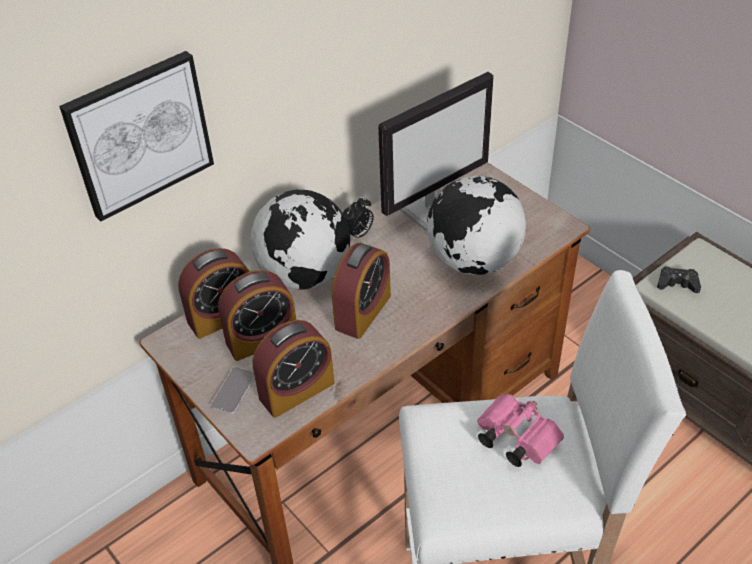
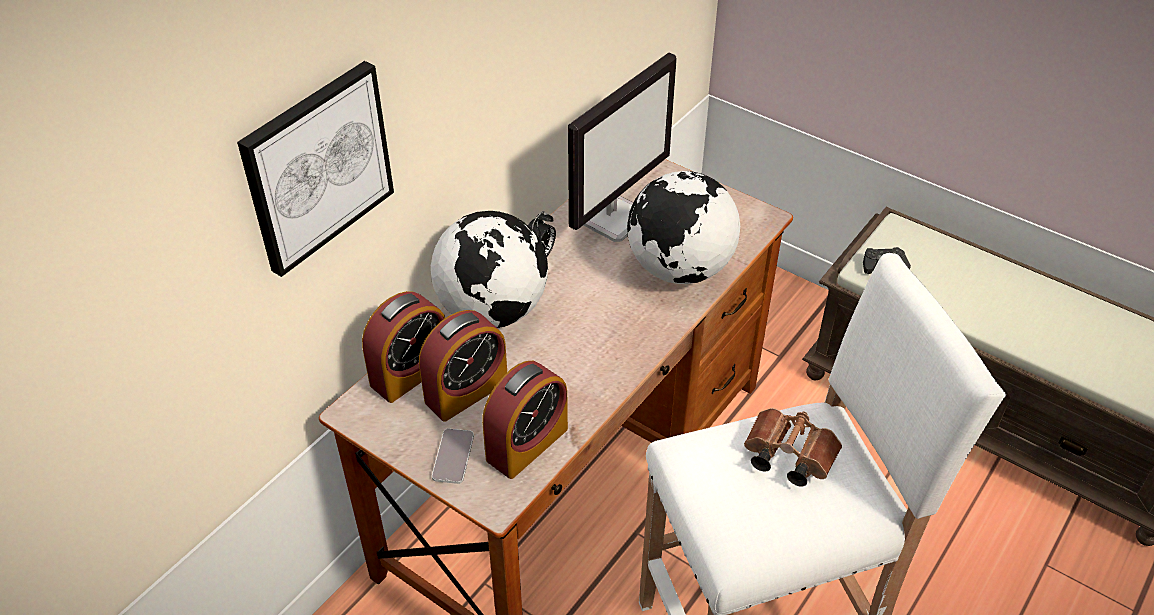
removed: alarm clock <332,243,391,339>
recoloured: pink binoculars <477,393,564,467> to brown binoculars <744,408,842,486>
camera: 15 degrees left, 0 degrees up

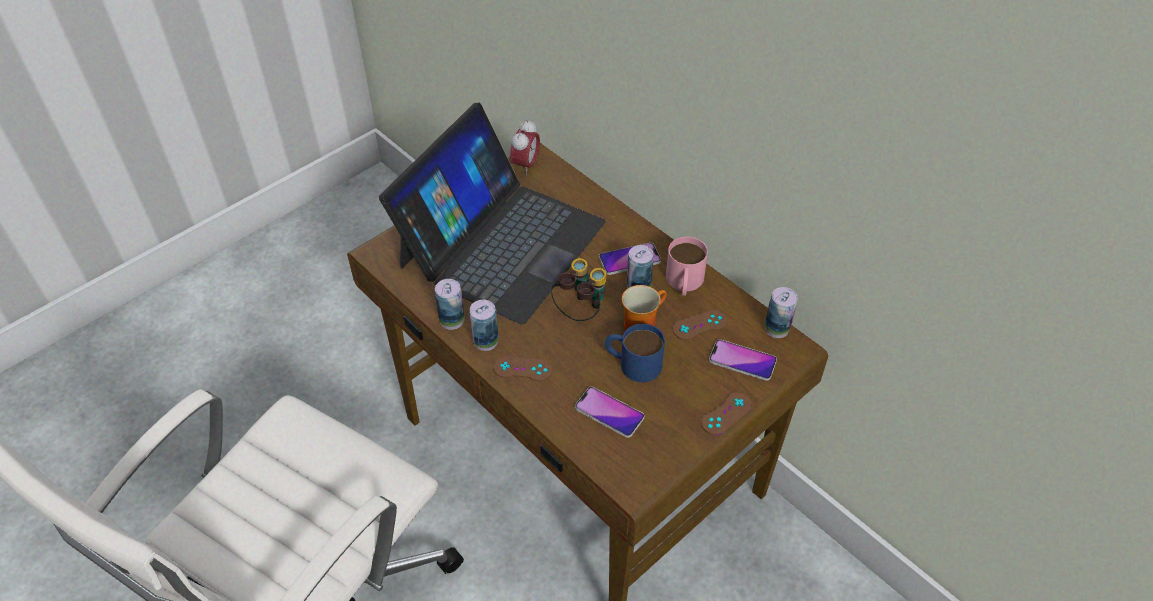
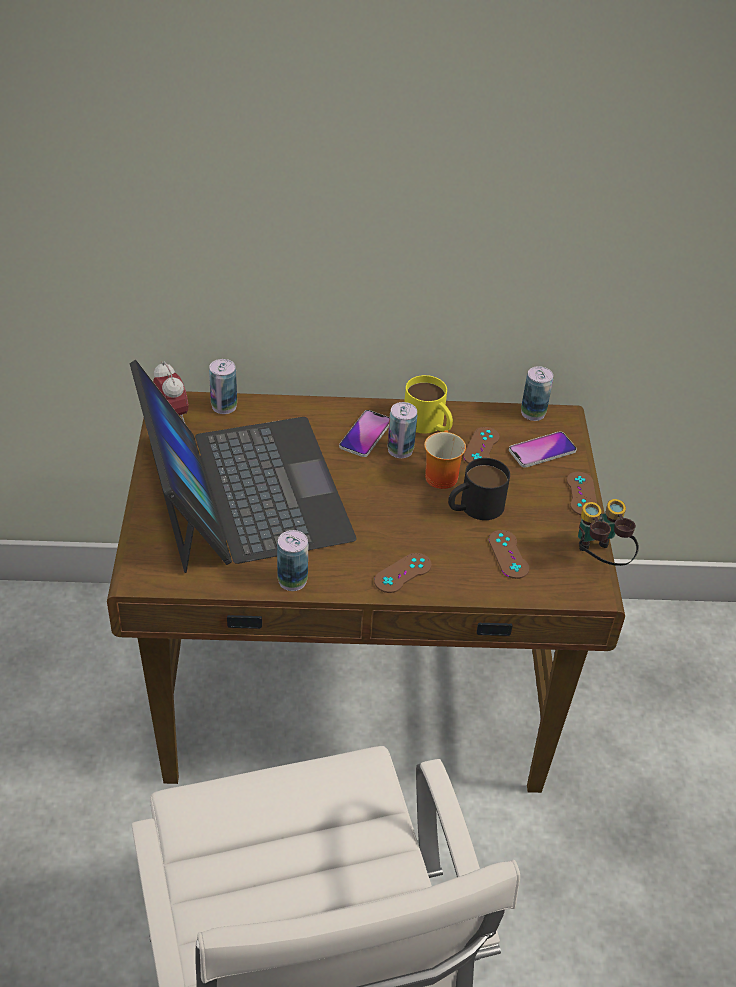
moved: can <469,300,499,351> to <209,359,237,414>; binoculars <551,258,607,321> to <578,499,639,566>
replaced: phone <575,387,644,438> to brown game controller <489,530,529,579>
recoloured: pink mug <666,237,708,296> to yellow mug <404,375,453,433>; blue mug <605,324,665,382> to black mug <448,458,510,520>
camera: 50 degrees left, 5 degrees down

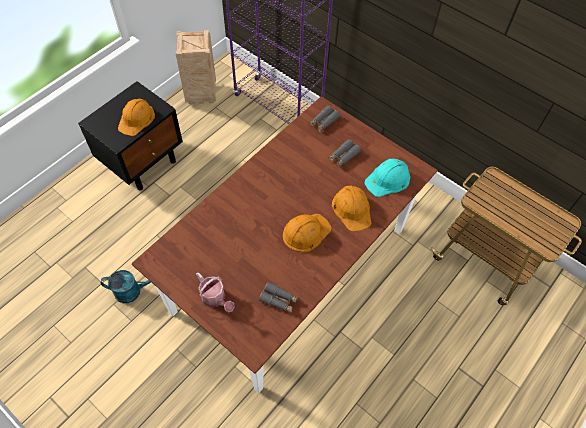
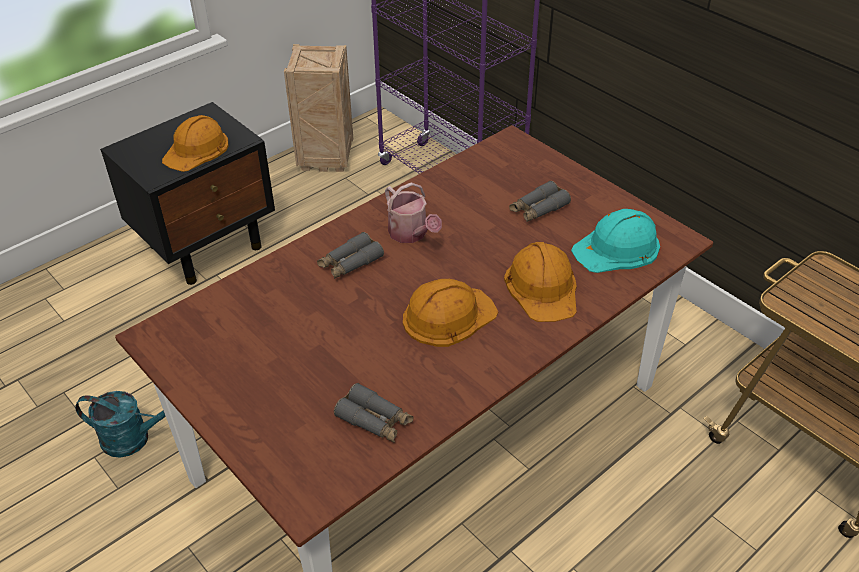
moved: grey binoculars <309,105,340,132> to <317,232,384,279>; watering can <196,273,235,312> to <385,182,442,243>
camera: 10 degrees right, 15 degrees down

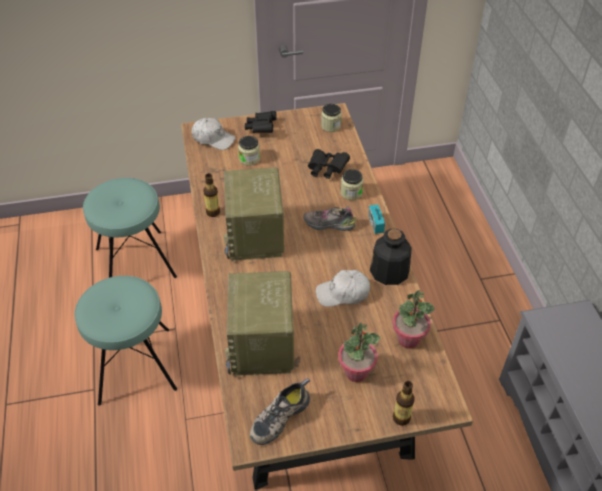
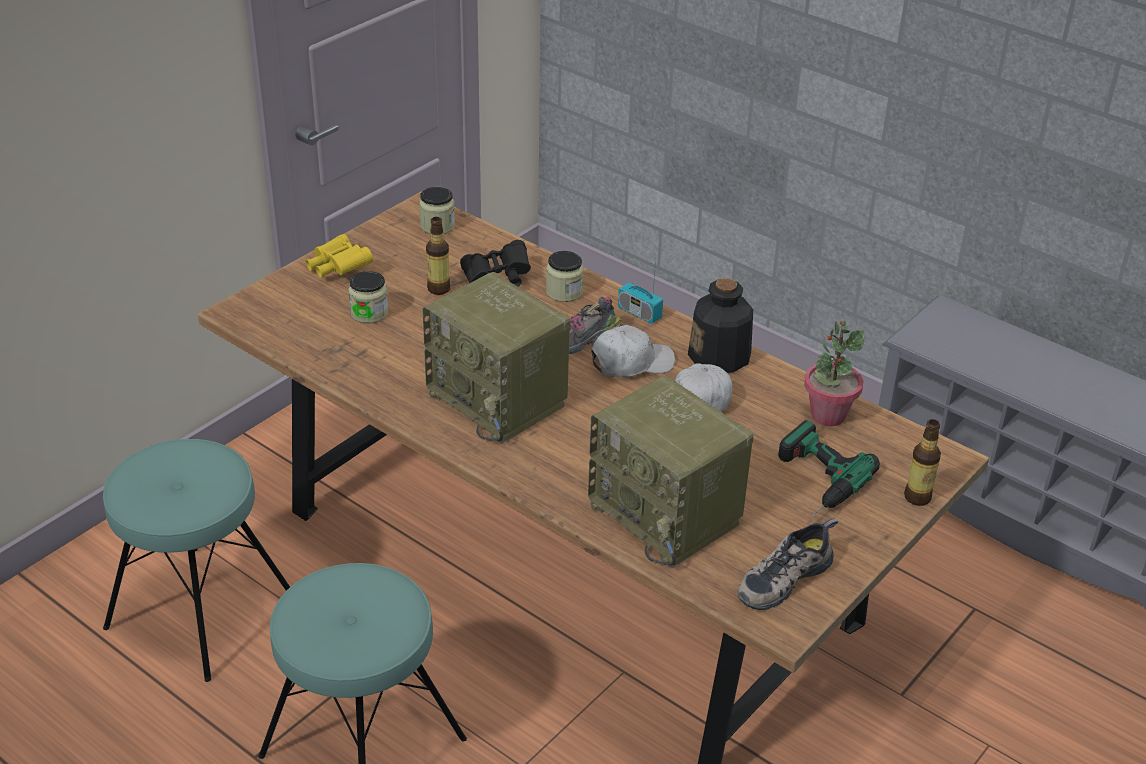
moved: bottle <203,173,220,217> to <426,217,450,295>; white cap <191,118,236,150> to <591,325,675,377>
replaced: potted plant <338,323,380,382> to power drill <778,420,880,517>
recoloured: black binoculars <245,111,277,133> to yellow binoculars <305,234,373,278>
turned: shoe <250,378,310,445> = <738,519,838,610> 45 degrees clockwise
camera: 40 degrees left, 10 degrees down

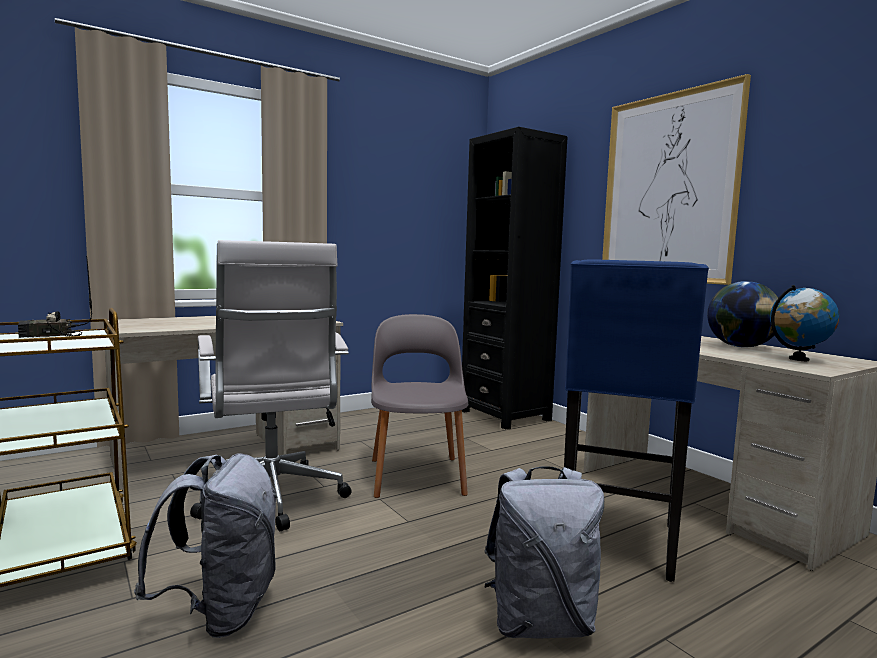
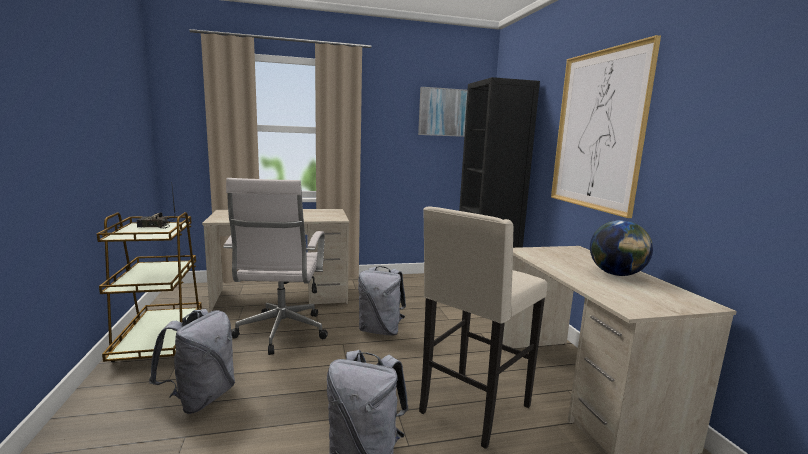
removed: globe <770,285,839,361>
added: picture <418,87,467,137>
replaced: grey chair <371,314,468,498> to grey backpack <358,266,406,336>
recoloured: blue stool <564,259,709,582> to beige stool <419,206,547,449>
camera: 20 degrees right, 5 degrees up

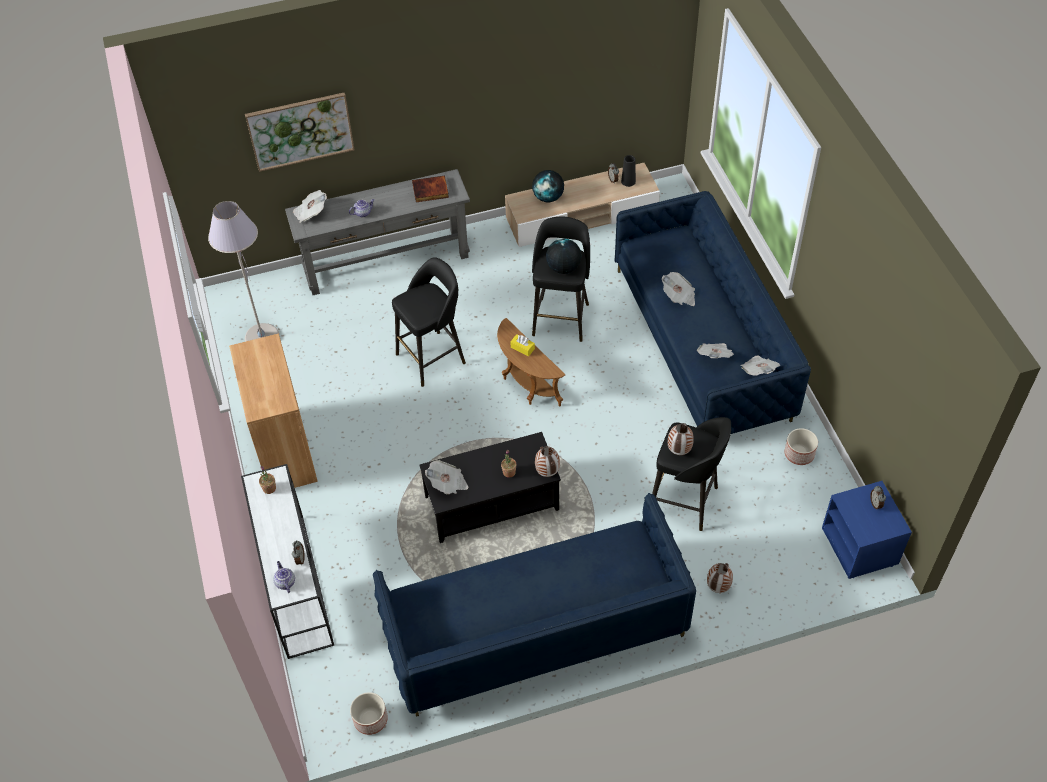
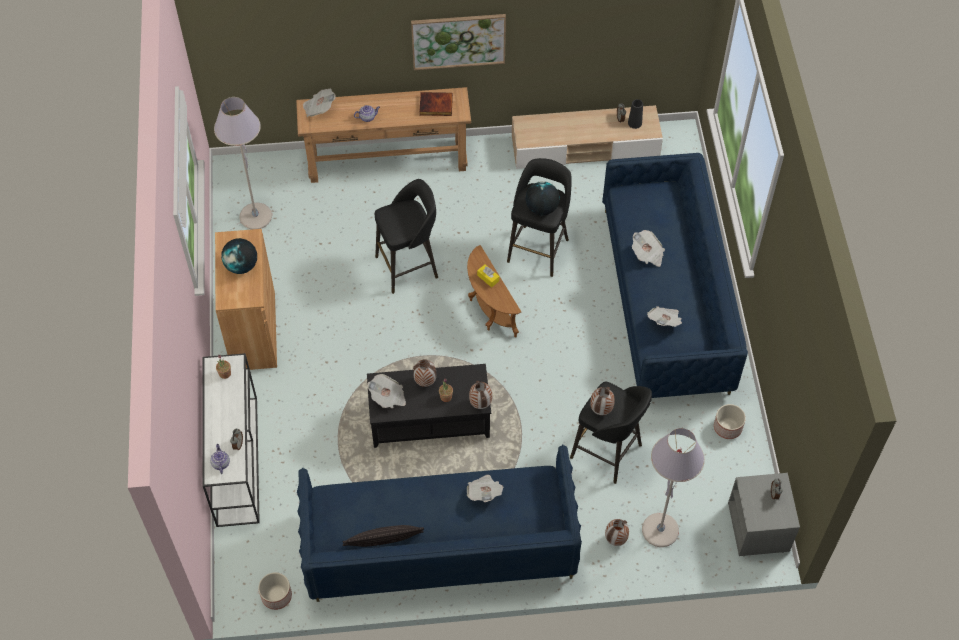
added: pillow <343,525,424,547>; vase <413,359,436,387>; grey floor lamp <642,428,705,547>
moved: globe <532,170,564,202> to <221,238,257,274>; picture <245,93,354,172> to <411,14,506,70>; newspaper <740,355,780,375> to <467,475,503,502>
recoloured: grey console table <285,169,470,295> to brown console table <296,87,471,183>; blue nightstand <822,481,912,579> to grey nightstand <728,473,800,556>
camera: 10 degrees right, 5 degrees up

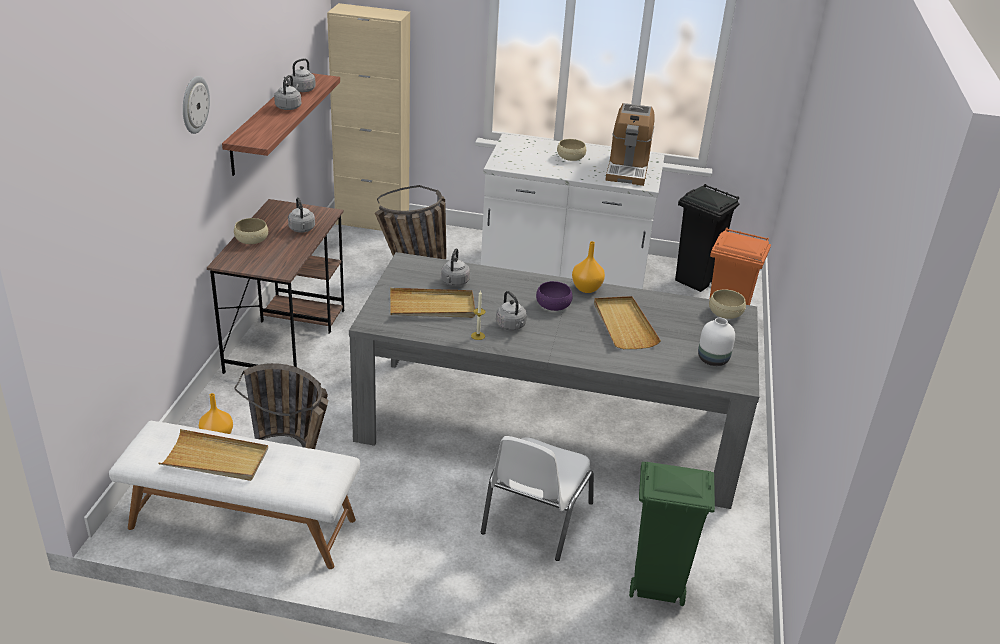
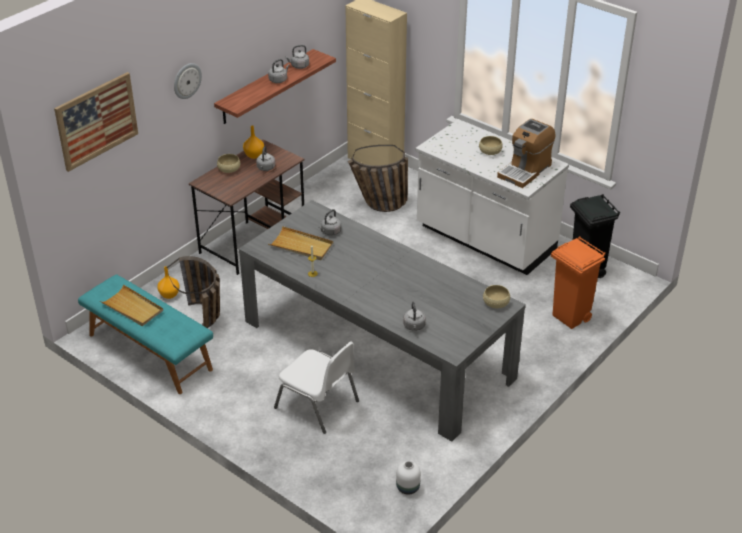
removed: purple bowl <536,281,573,311>; beige tray <594,296,661,349>; green trash can <629,462,715,606>
added: picture <54,72,138,172>
moved: orange vase <572,241,605,293> to <243,125,264,159>; white vase <698,318,735,366> to <396,461,421,495>; grey kettle <496,291,527,330> to <403,302,426,331>
recoloured: white bench <109,421,360,569> to turquoise bench <78,274,213,394>
turned: white chair <481,436,594,561> = <274,341,359,434> 105 degrees counterclockwise
camera: 30 degrees right, 5 degrees up

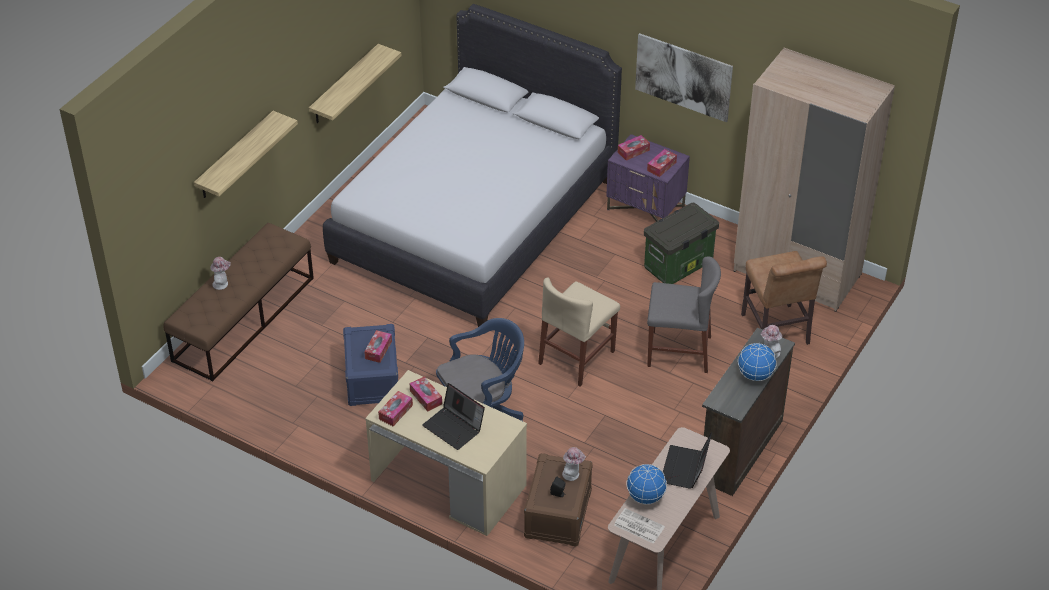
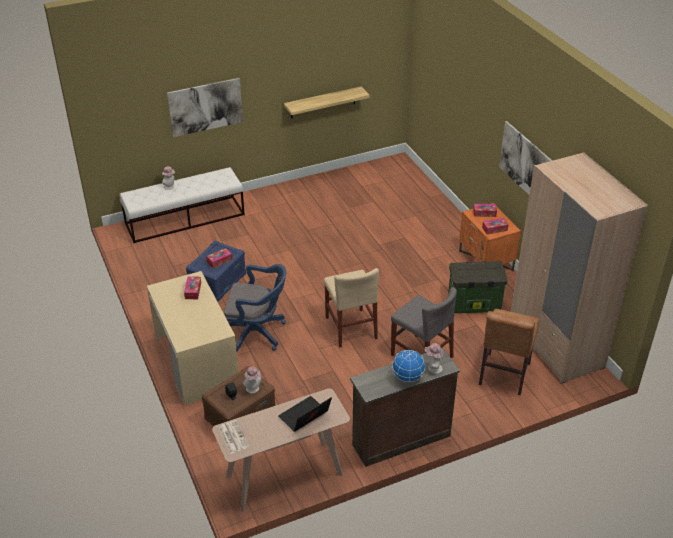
removed: white bed <323,4,622,327>; tissue box <378,391,413,426>; laptop <422,383,485,450>; globe <626,464,667,504>
replaced: shelf <194,111,298,198> to picture <167,78,243,137>
recoloured: brown bench <163,223,314,381> to white bench <120,167,245,243>; purple nightstand <606,134,690,222> to orange nightstand <459,203,521,271>
turned: beige chair <538,277,620,387> = <324,268,379,348> 90 degrees counterclockwise
camera: 35 degrees right, 5 degrees down

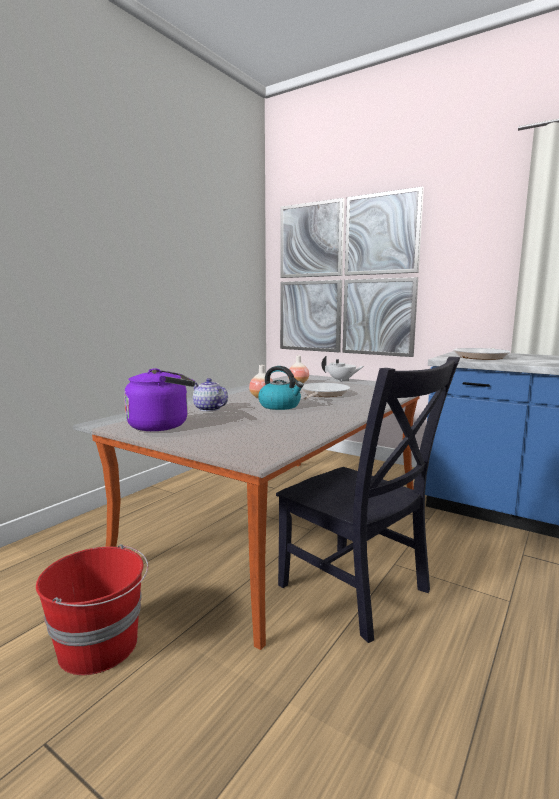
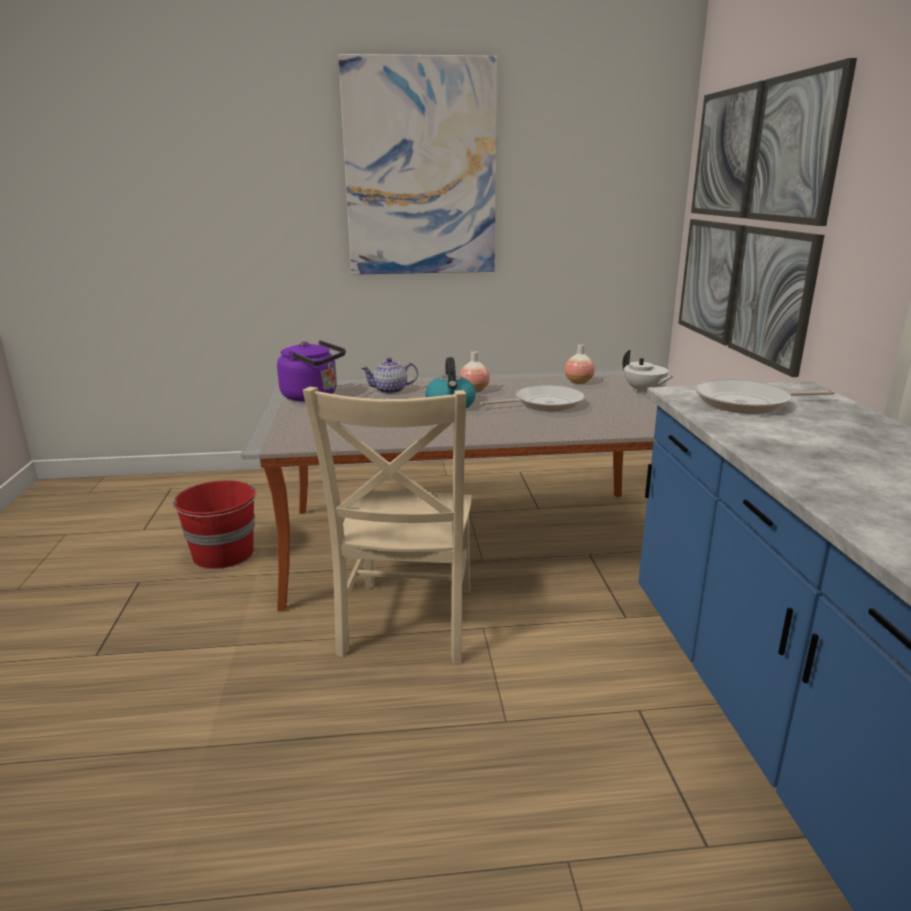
added: picture <338,54,498,275>
recoloured: black chair <276,357,461,643> to beige chair <303,387,472,664>
turned: teapot <193,378,228,411> = <361,358,418,394> 105 degrees counterclockwise
camera: 50 degrees right, 10 degrees up

